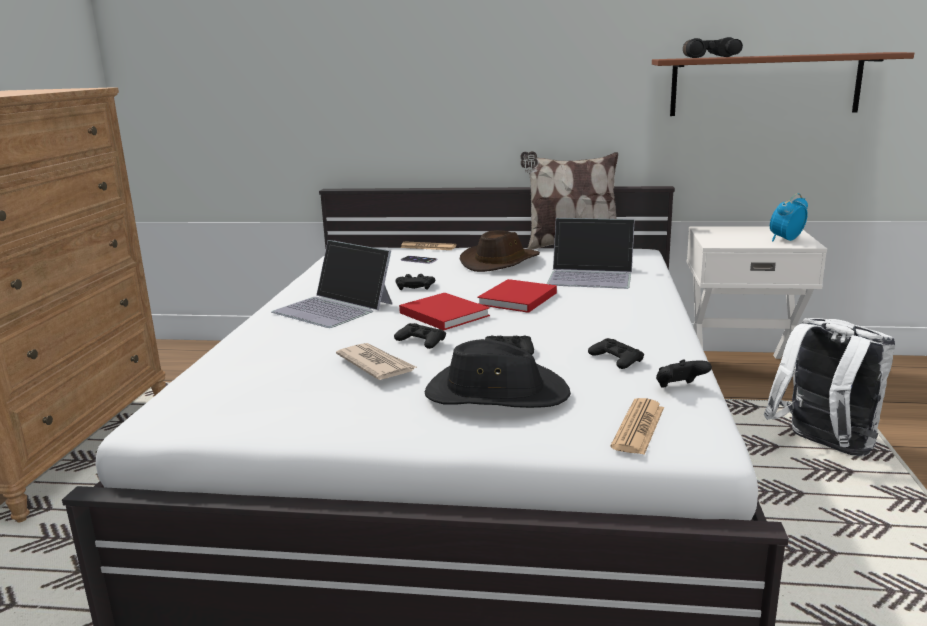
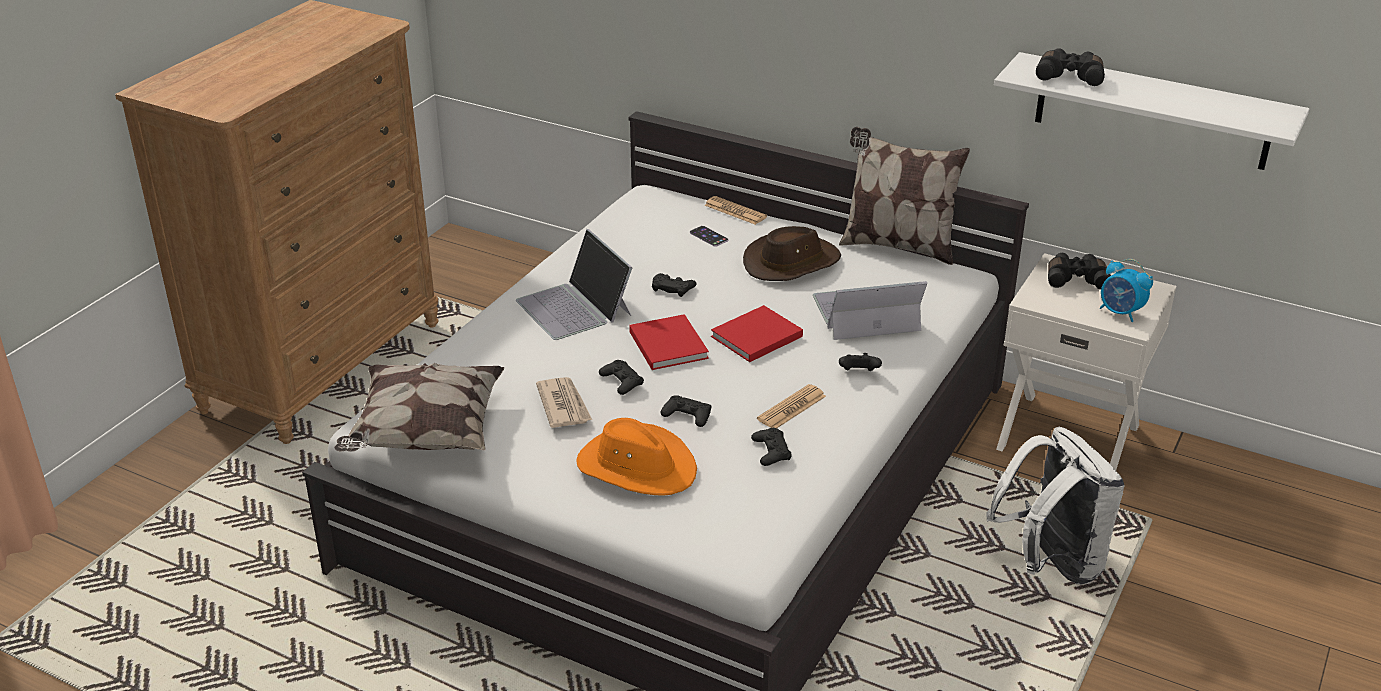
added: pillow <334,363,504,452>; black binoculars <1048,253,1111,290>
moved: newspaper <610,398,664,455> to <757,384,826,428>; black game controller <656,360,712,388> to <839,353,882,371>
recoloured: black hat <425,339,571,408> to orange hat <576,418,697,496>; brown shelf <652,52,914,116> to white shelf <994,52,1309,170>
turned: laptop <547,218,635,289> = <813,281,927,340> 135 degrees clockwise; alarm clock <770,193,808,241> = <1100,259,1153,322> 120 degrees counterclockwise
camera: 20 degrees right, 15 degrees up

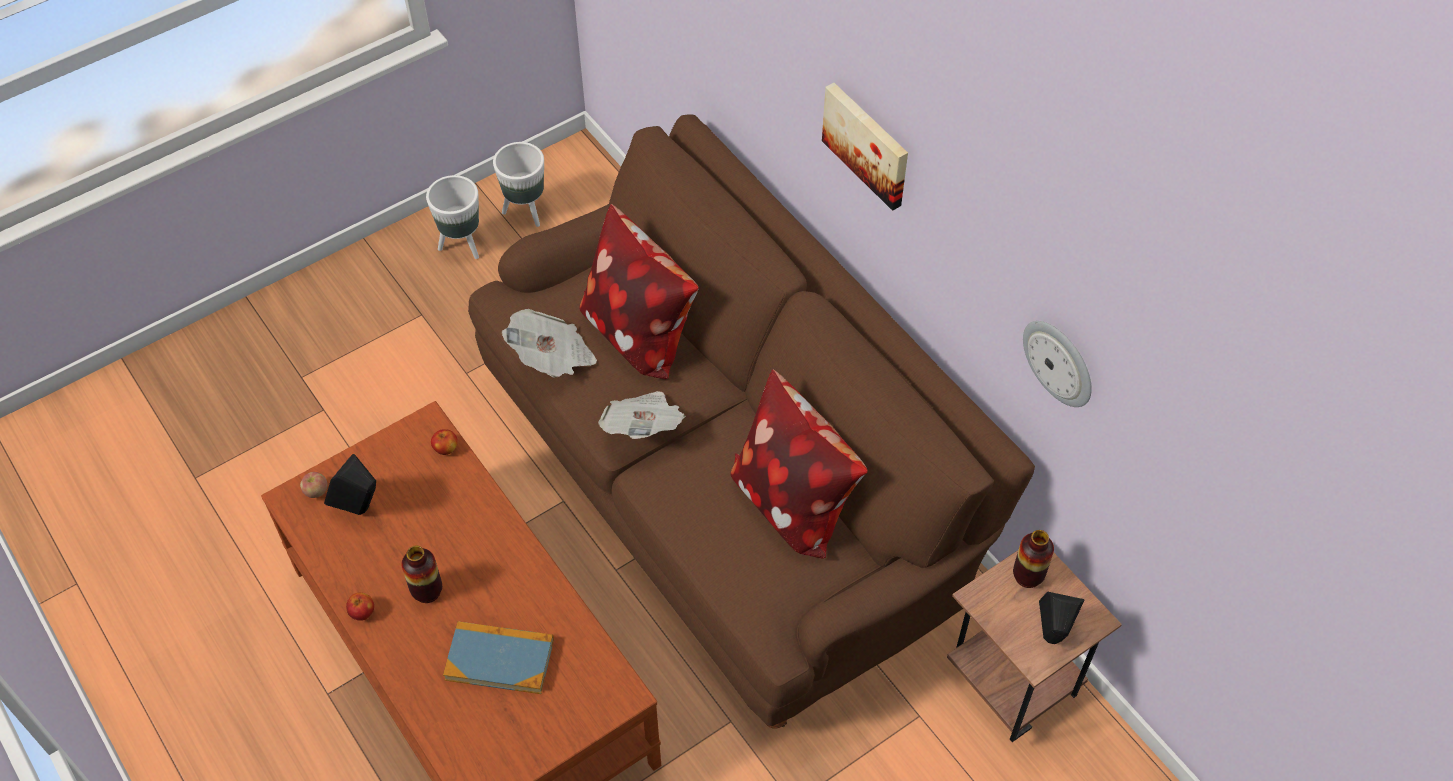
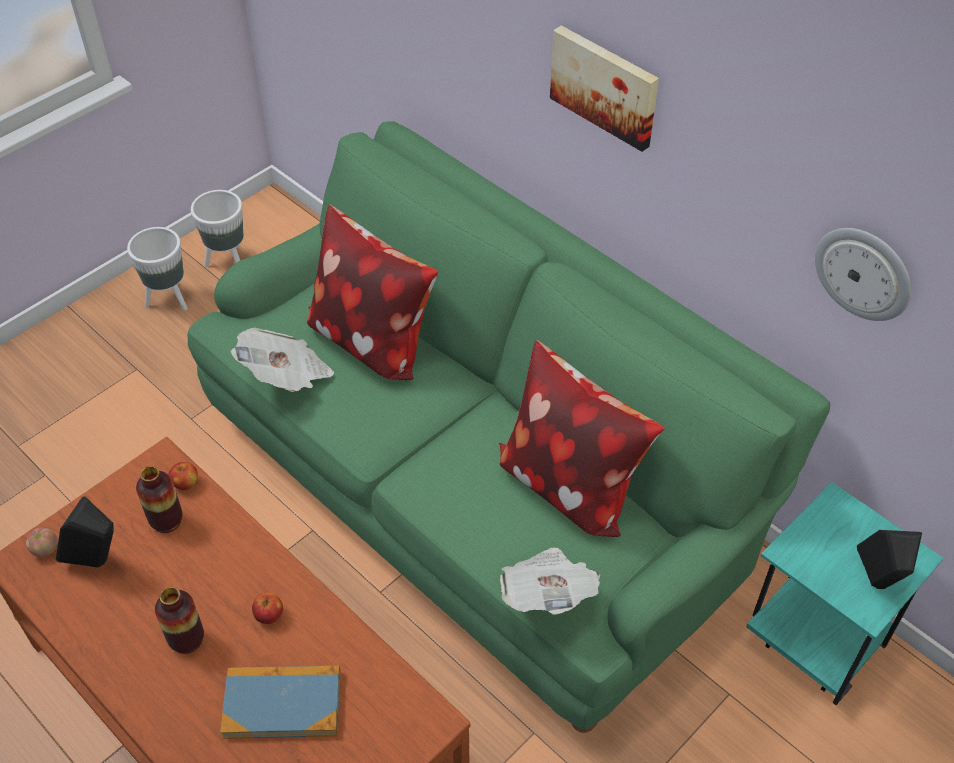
moved: vase <1013,530,1054,588> to <136,466,183,533>; apple <346,592,374,621> to <252,593,283,624>; newspaper <598,391,685,439> to <500,548,600,615>
recoloured: brown sofa <468,115,1035,729> to green sofa <187,121,830,733>; brown side table <947,551,1122,742> to turquoise side table <746,482,944,705>
camera: 10 degrees left, 5 degrees down

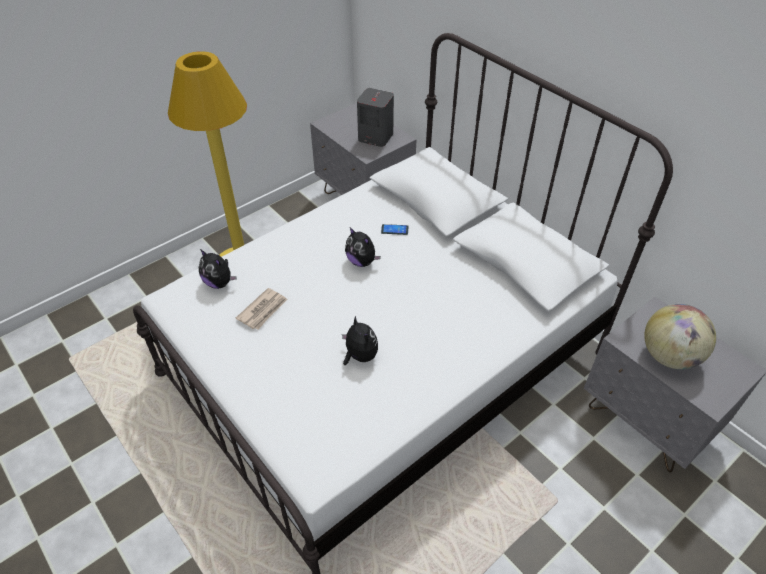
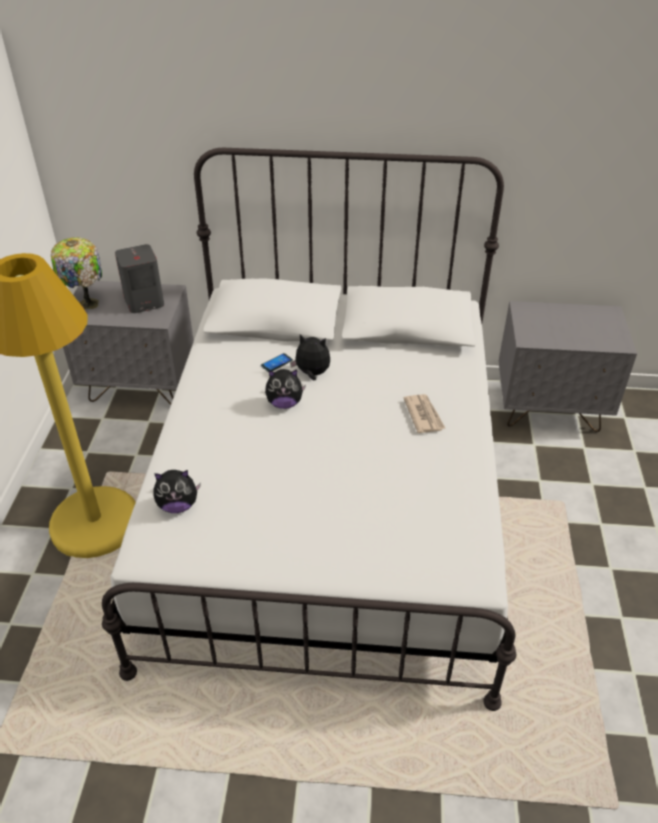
removed: globe <644,304,716,369>
added: table lamp <51,237,102,309>
moved: plush toy <342,316,378,365> to <290,334,330,380>; newspaper <236,288,288,329> to <404,394,445,433>
camera: 45 degrees left, 5 degrees down

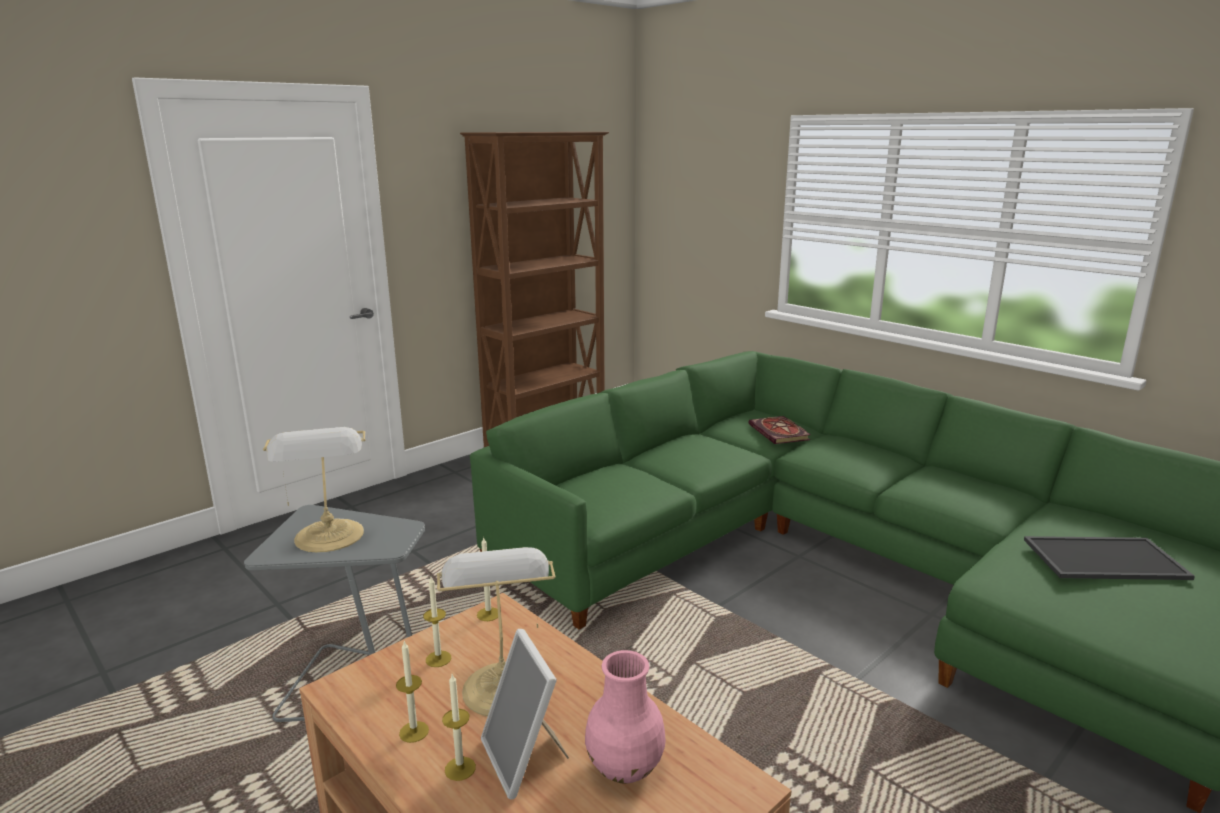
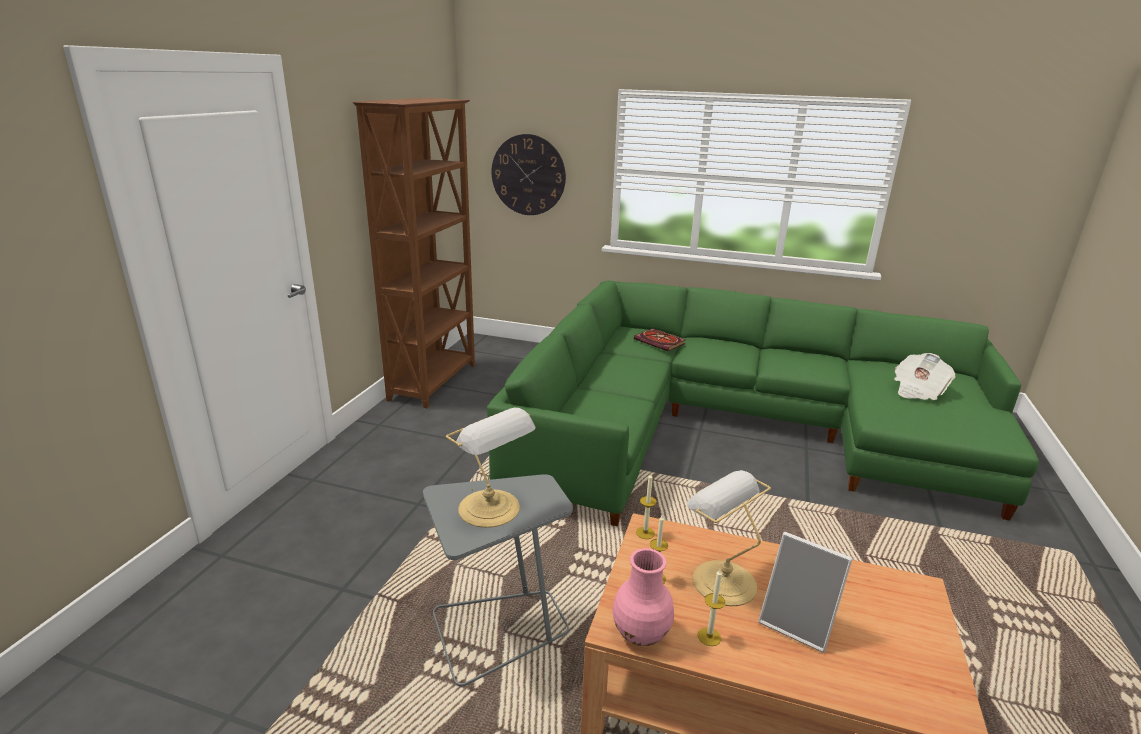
removed: candle <442,674,476,781>
added: wall clock <491,134,566,215>
moved: pink vase <585,650,666,784> to <613,548,674,646>
replaced: tray <1024,536,1195,580> to newspaper <894,353,955,400>
camera: 30 degrees left, 5 degrees up

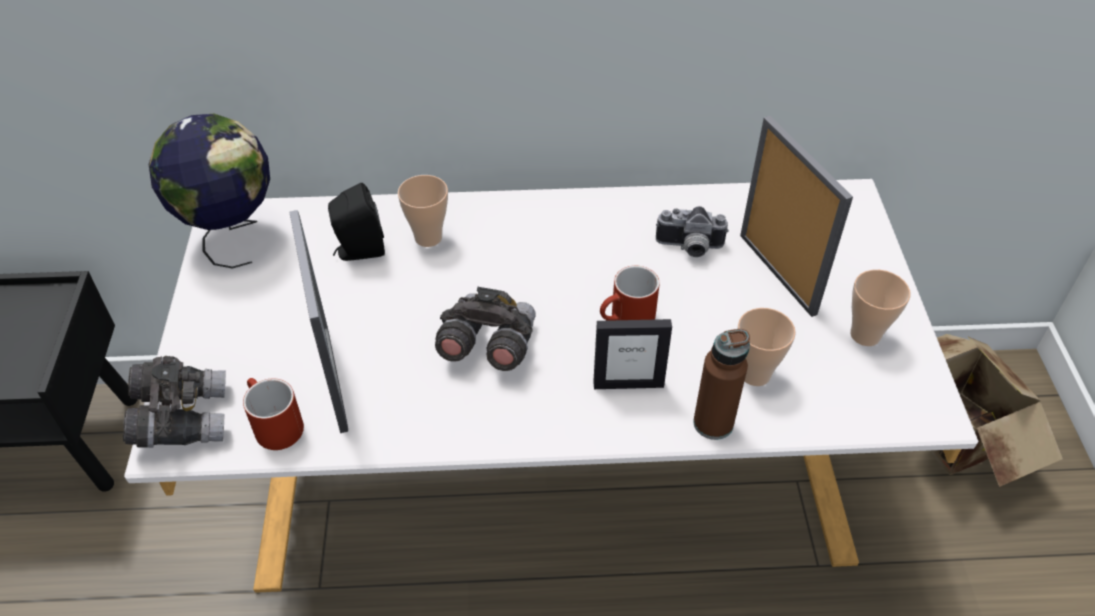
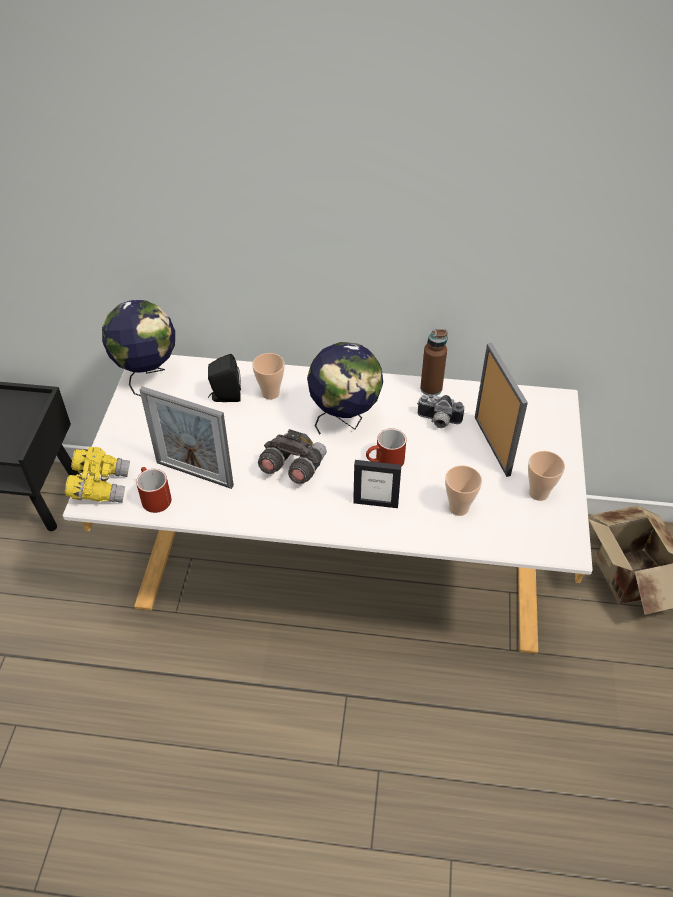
added: globe <307,342,383,435>
moved: brown bottle <693,329,750,440> to <420,329,448,396>
recoloured: grey binoculars <123,356,226,448> to yellow binoculars <65,447,130,503>
turned: picture frame <289,210,348,433> = <139,386,234,489> 120 degrees clockwise
camera: 10 degrees right, 0 degrees up

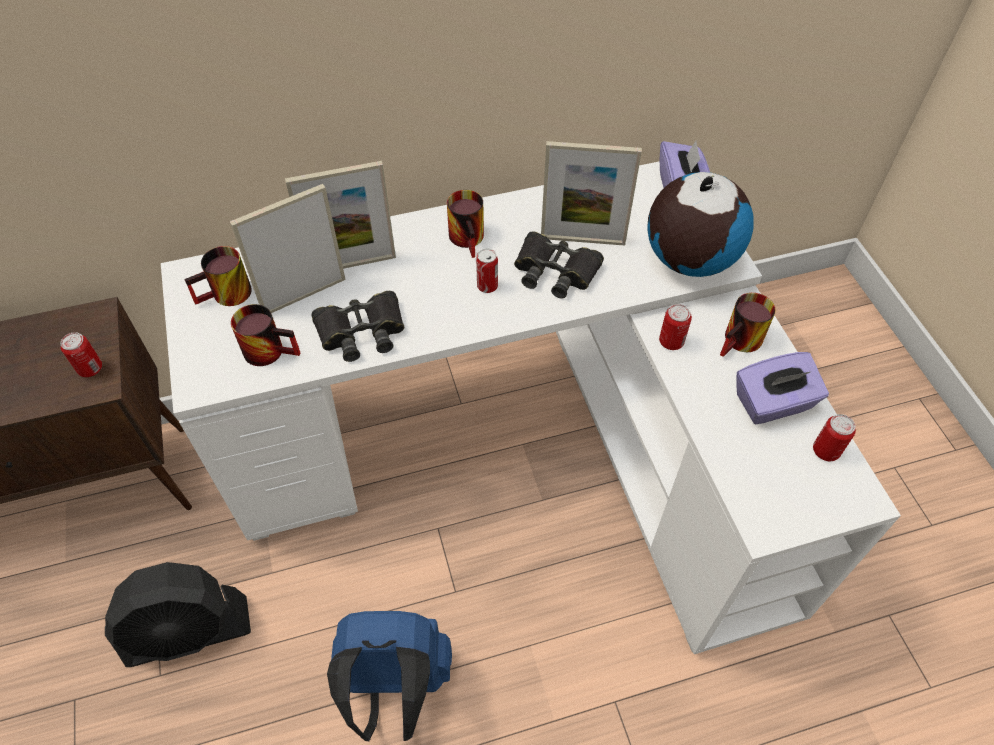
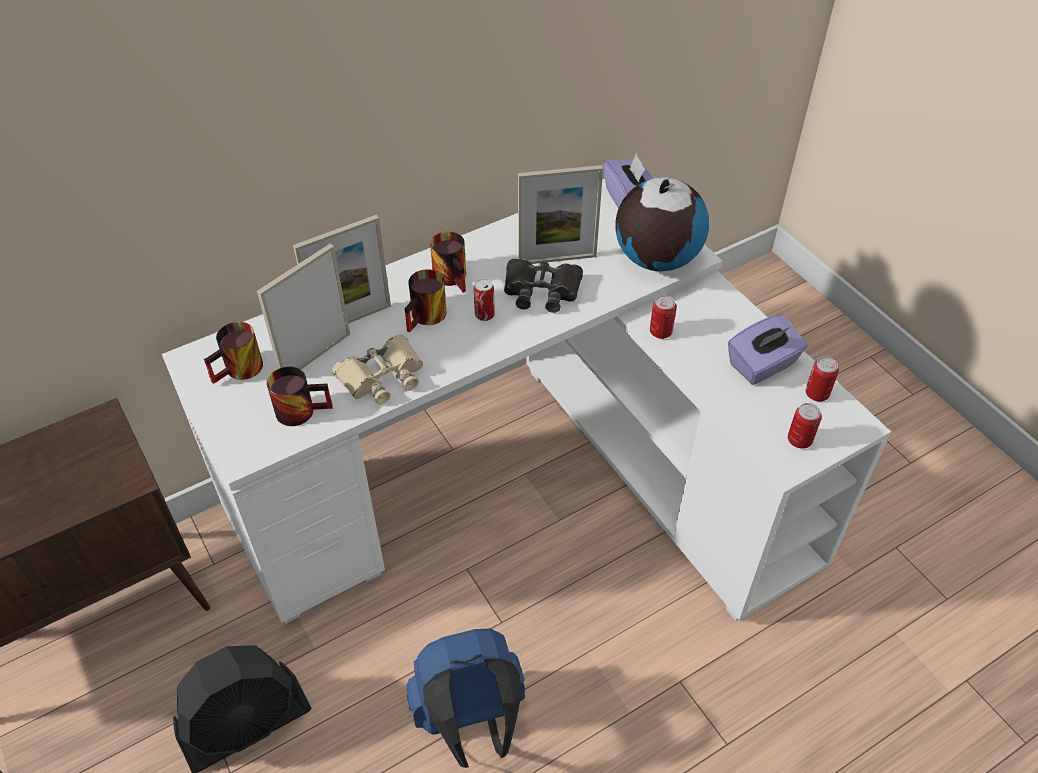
moved: mug <720,293,776,357> to <405,269,446,332>; can <60,332,102,377> to <788,403,822,449>
recoloured: black binoculars <312,291,404,362> to beige binoculars <332,334,423,404>
camera: 15 degrees left, 5 degrees down

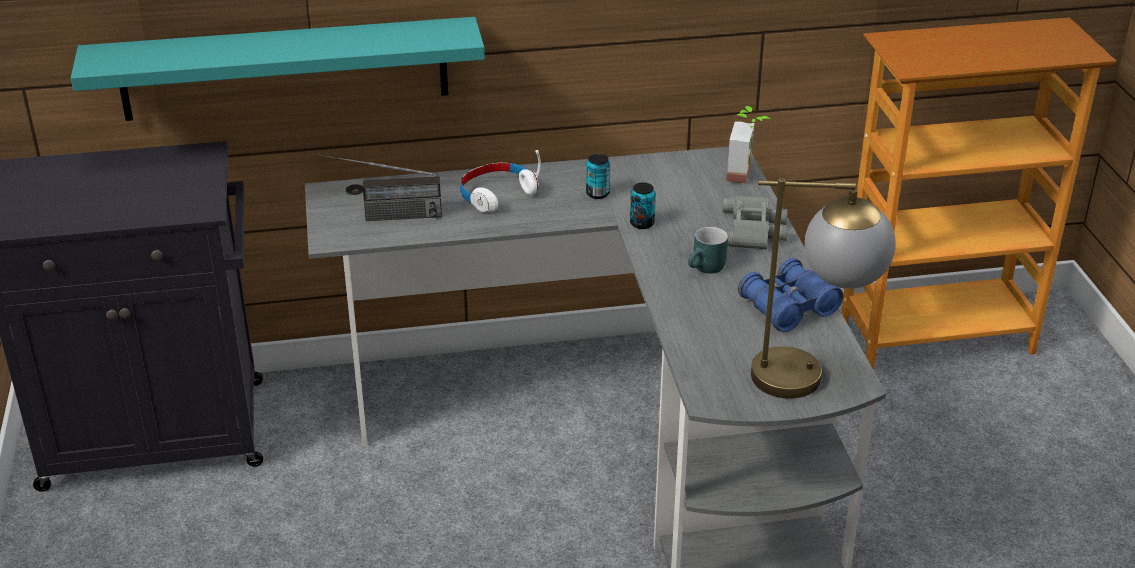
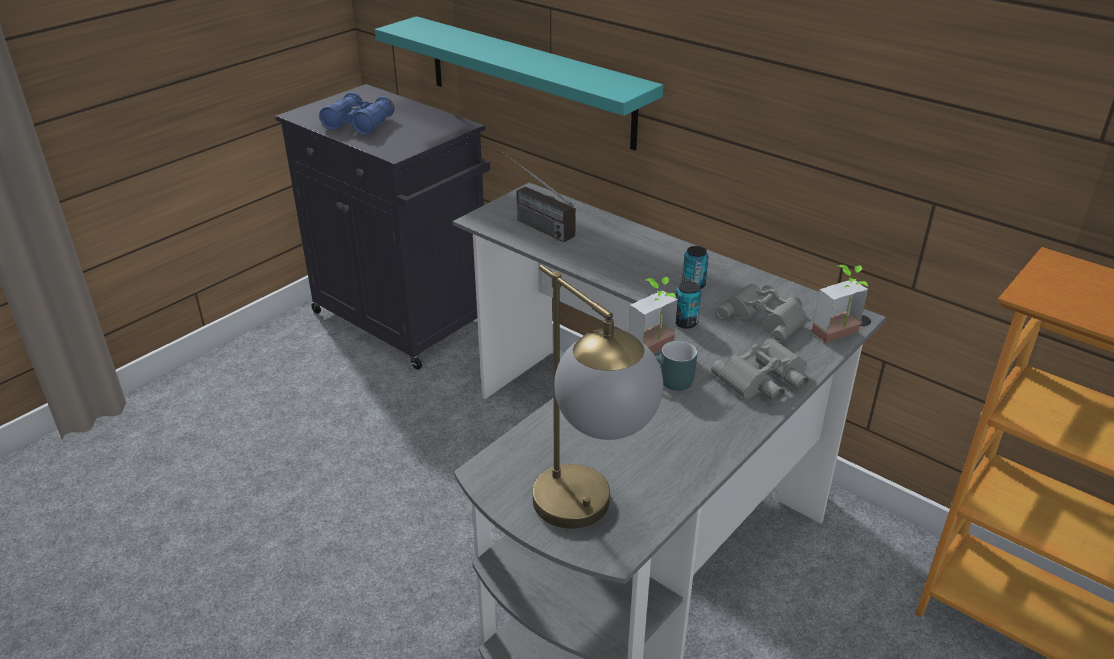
removed: white headphones <460,150,541,212>
added: potted plant <628,277,678,353>; grey binoculars <716,284,807,343>
moved: blue binoculars <738,258,843,332> to <319,92,395,135>
camera: 50 degrees right, 0 degrees up

